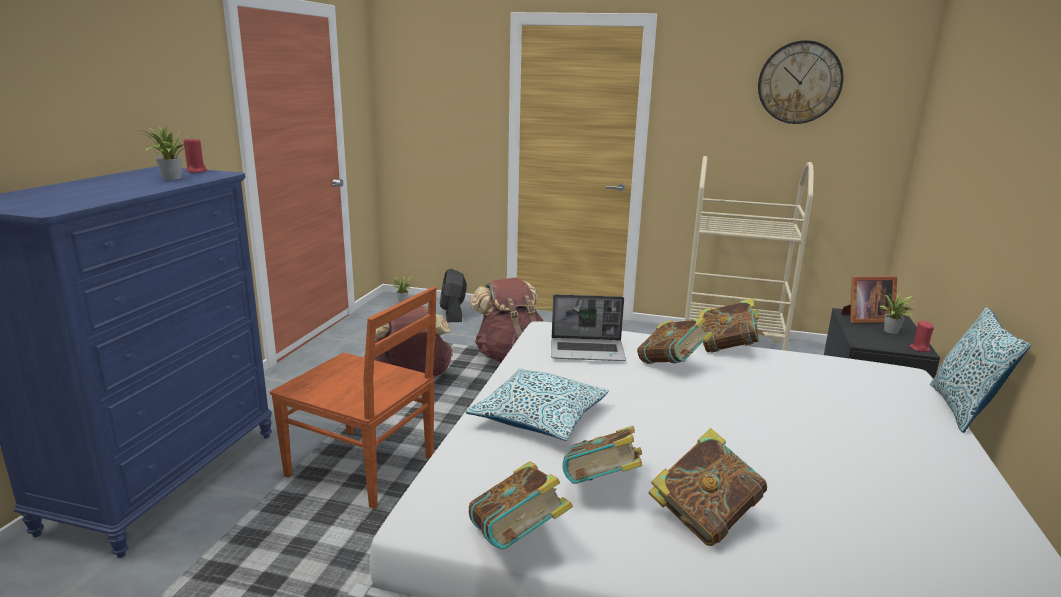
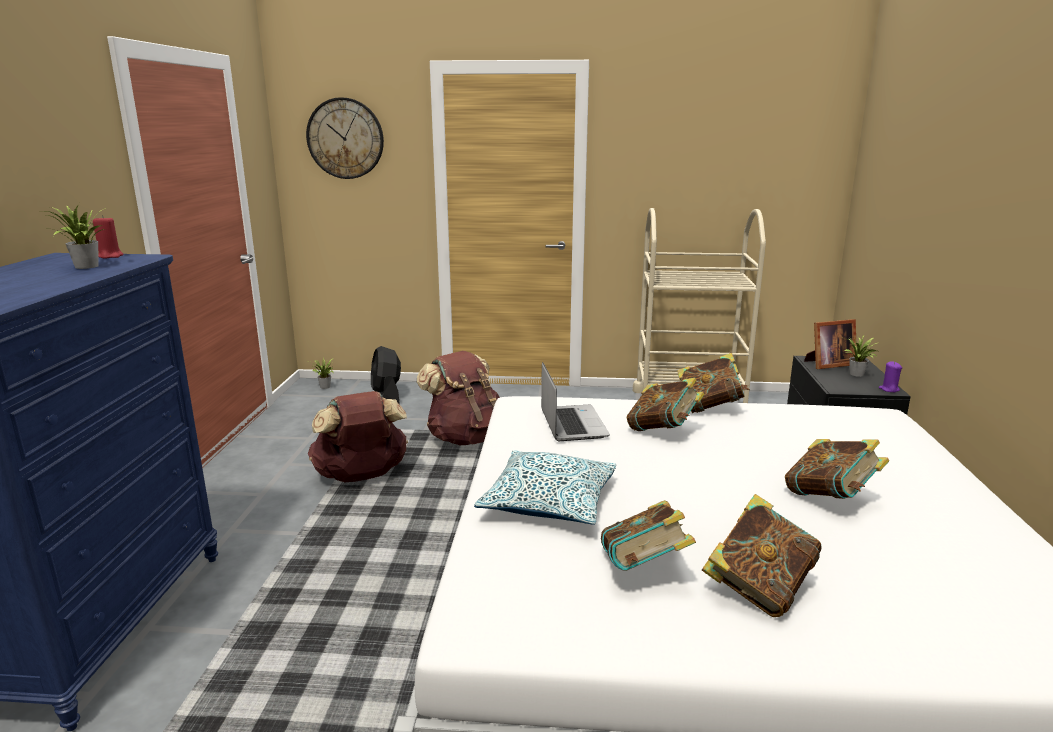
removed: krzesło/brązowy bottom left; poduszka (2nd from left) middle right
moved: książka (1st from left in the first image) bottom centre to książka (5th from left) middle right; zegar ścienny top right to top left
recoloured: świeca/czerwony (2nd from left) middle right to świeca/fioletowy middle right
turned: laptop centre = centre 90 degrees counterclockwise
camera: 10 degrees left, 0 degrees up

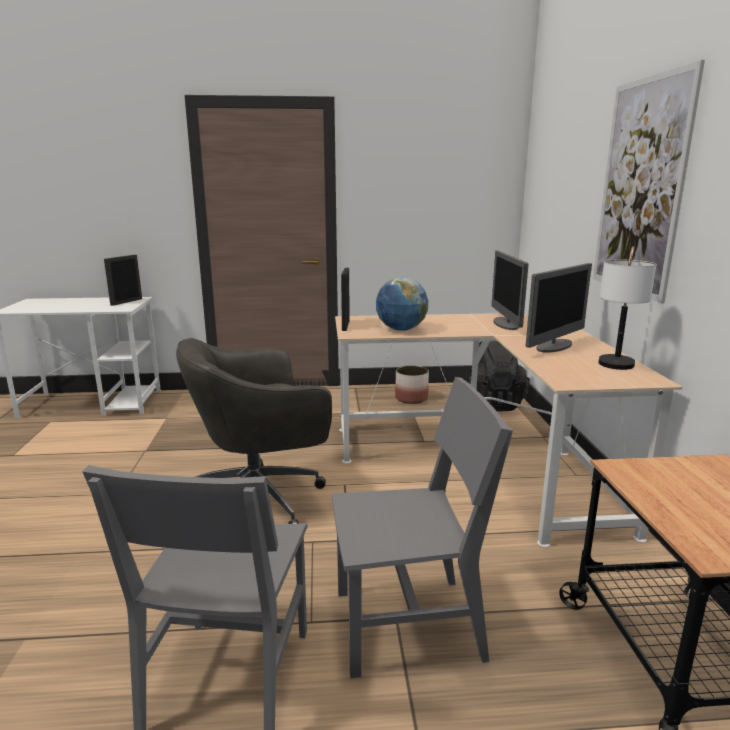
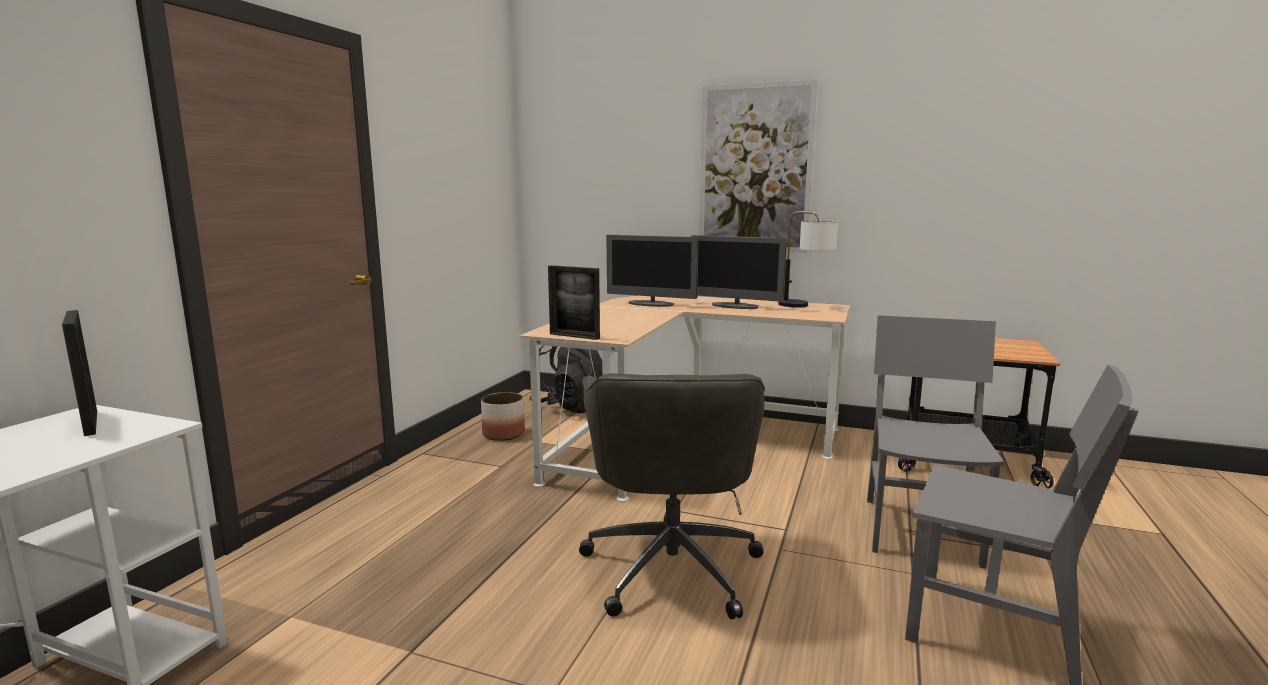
removed: globus centre
turned: monitor (2nd from left) middle right = centre 135 degrees clockwise
camera: 65 degrees left, 5 degrees down

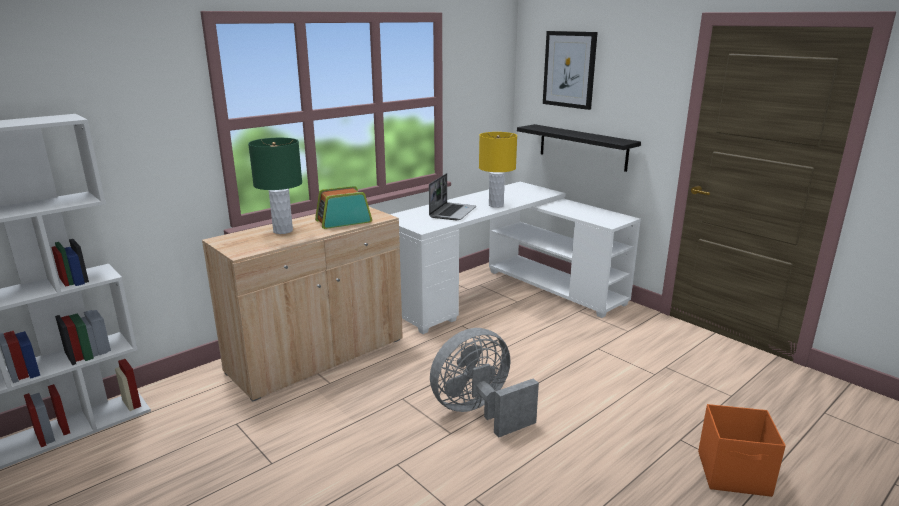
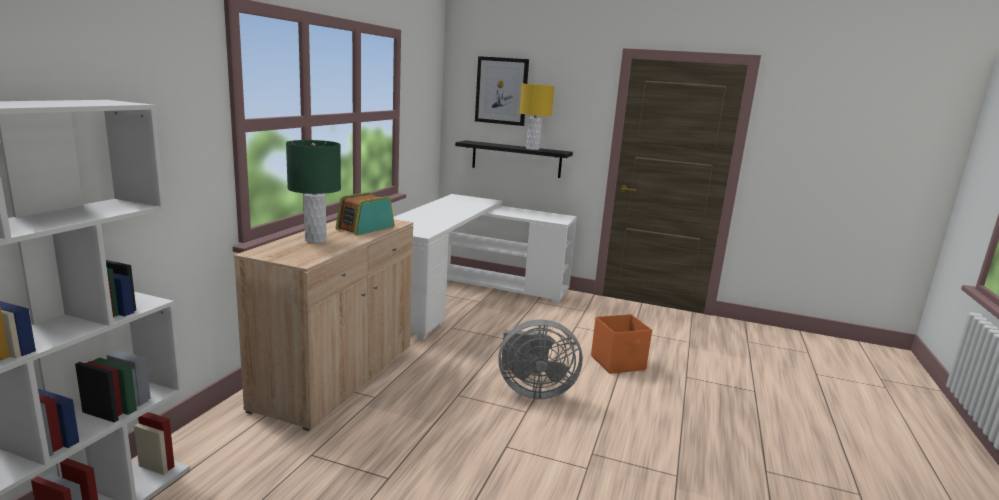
removed: laptop centre
moved: lampa stołowa/żółty centre to top centre; pojemnik do przechowywania/pomarańczowy bottom right to bottom centre
turned: wentylator/szary bottom centre = bottom centre 120 degrees counterclockwise
camera: 30 degrees left, 5 degrees down

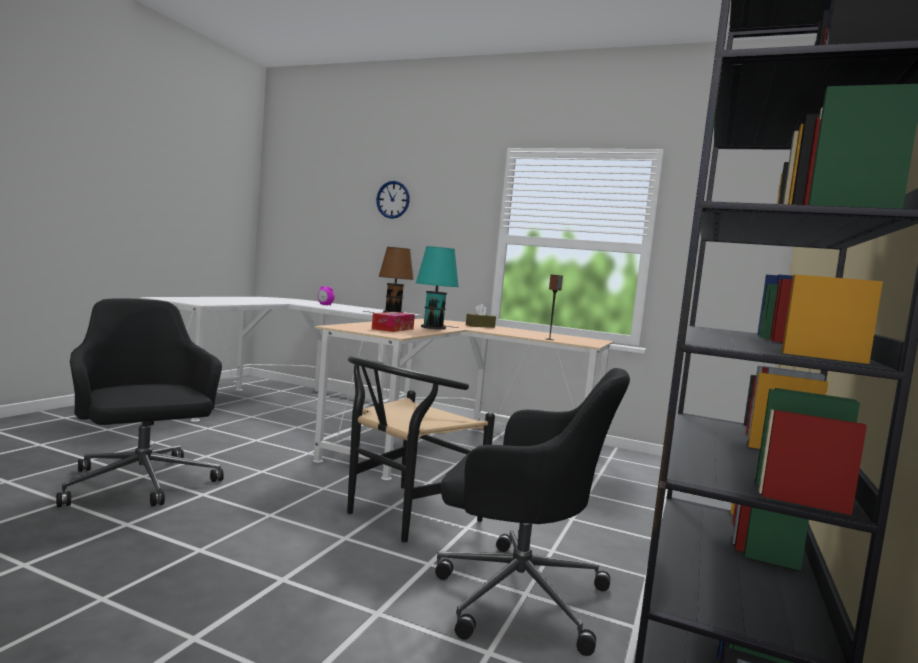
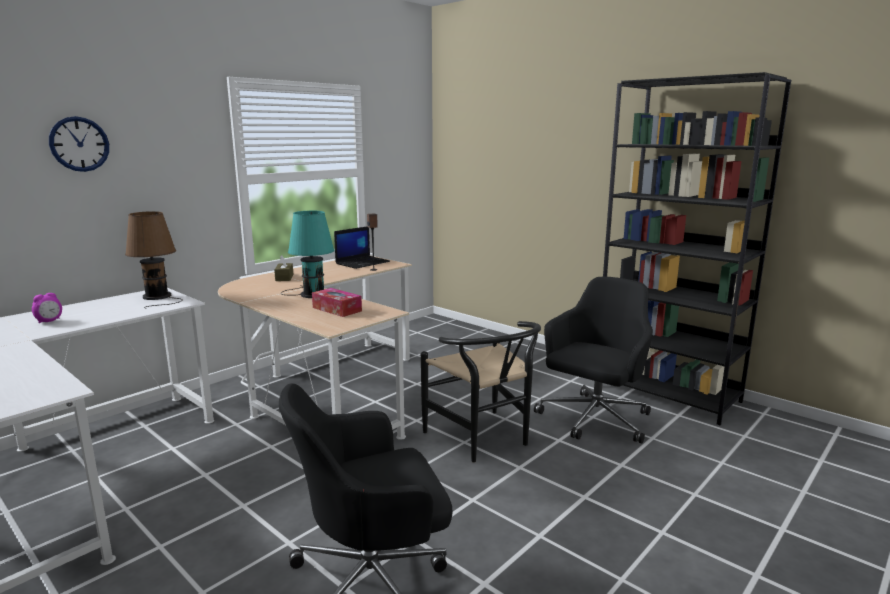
added: laptop centre
camera: 70 degrees left, 10 degrees up

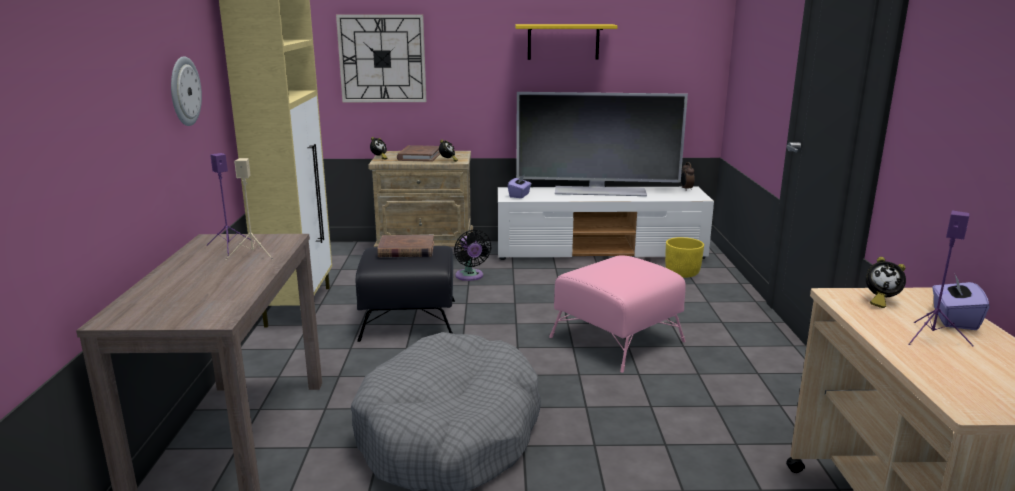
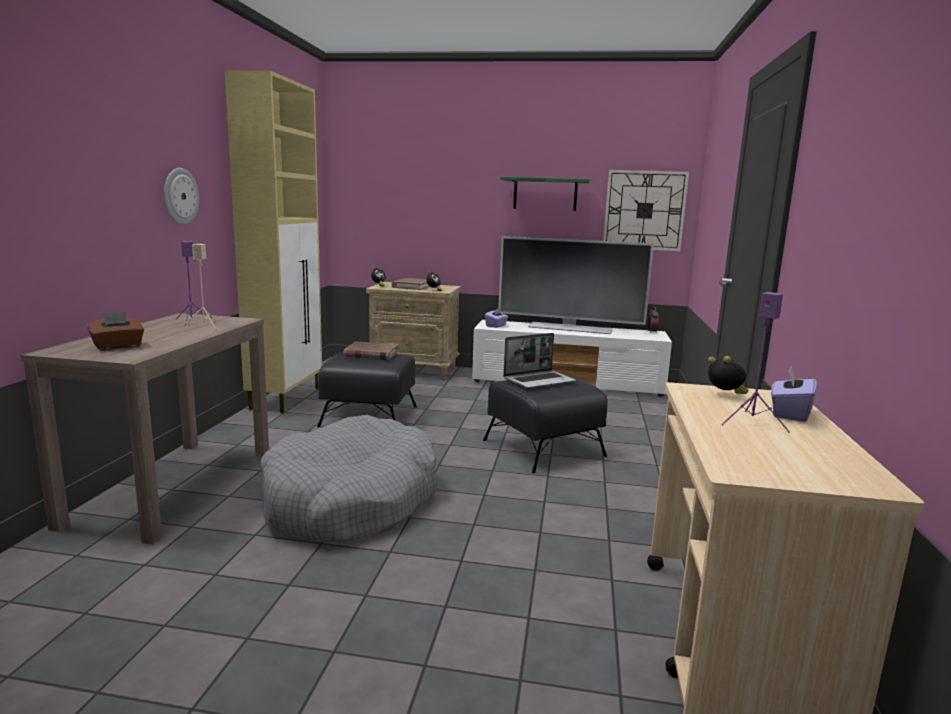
removed: wentylator/czarny centre; donica/żółty middle right
added: pudełko chusteczek/brązowy middle left; laptop centre
moved: zegar ścienny (2nd from left) top centre to top right
recoloured: półka/żółty top centre to półka/zielony top centre; pufa/różowy centre to pufa/czarny (2nd from left) centre
turned: budzik (4th from left) middle right = middle right 150 degrees counterclockwise
camera: 10 degrees right, 5 degrees down

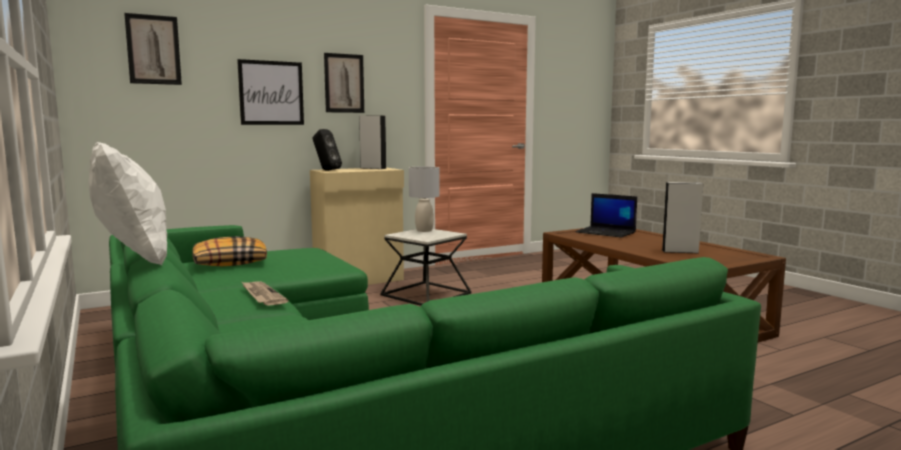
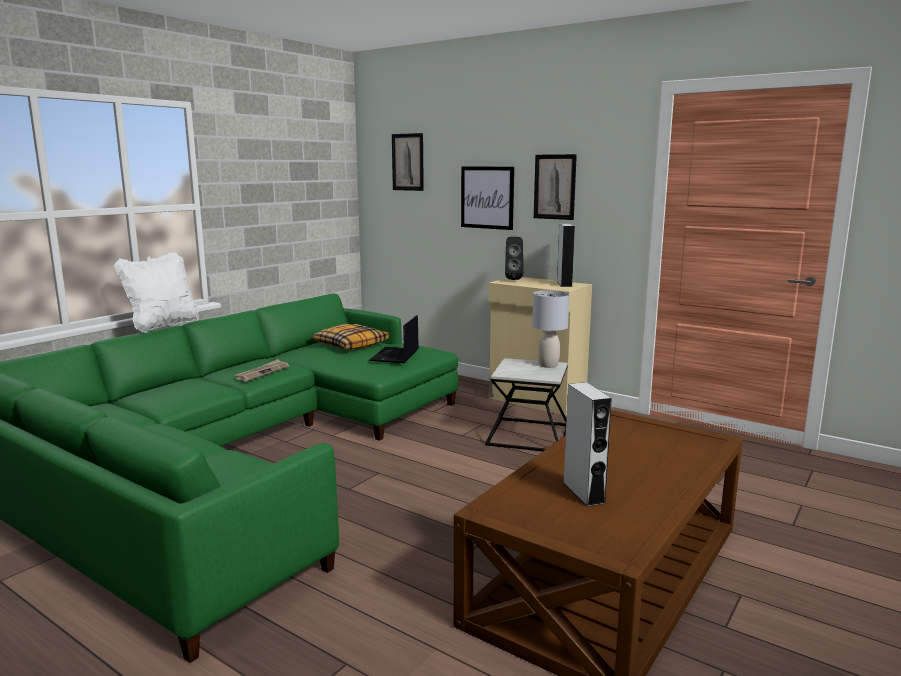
moved: laptop middle right to centre
camera: 65 degrees right, 5 degrees up

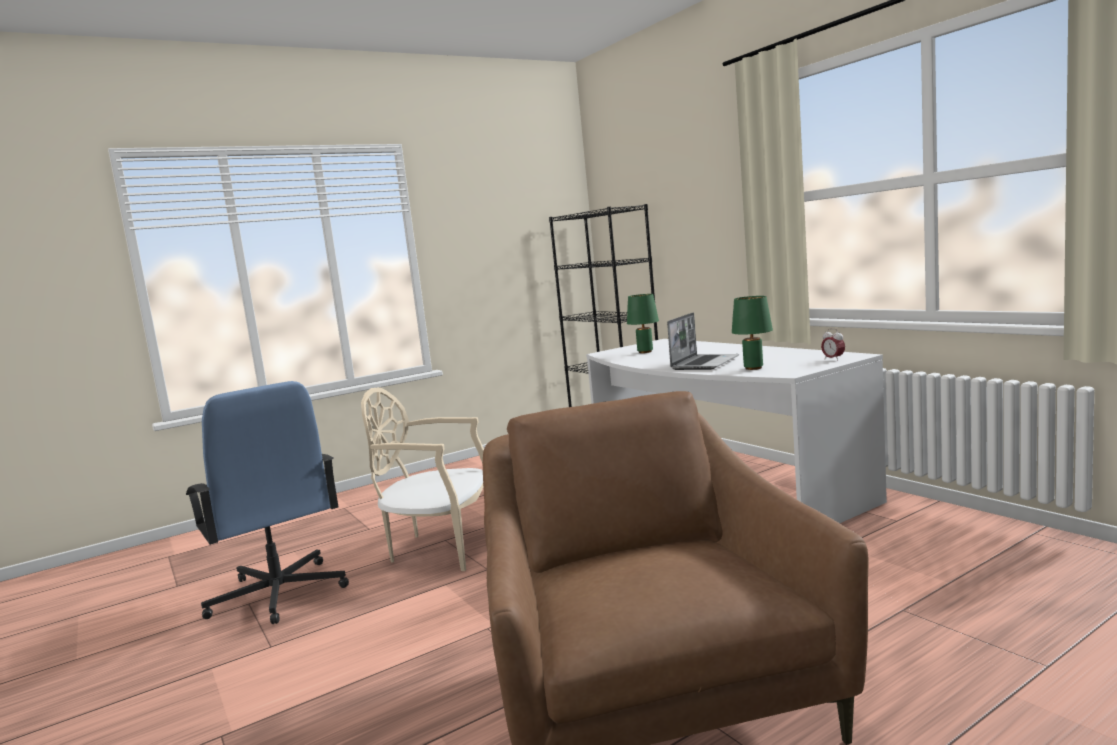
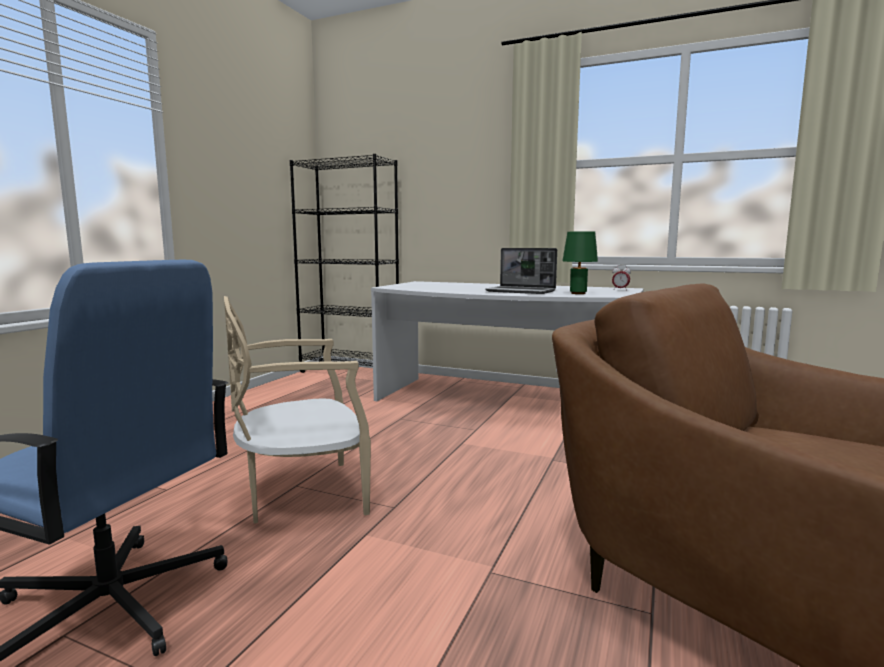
removed: lampa stołowa/zielony (1st from left) centre
turned: laptop centre = centre 120 degrees clockwise
camera: 35 degrees left, 0 degrees up

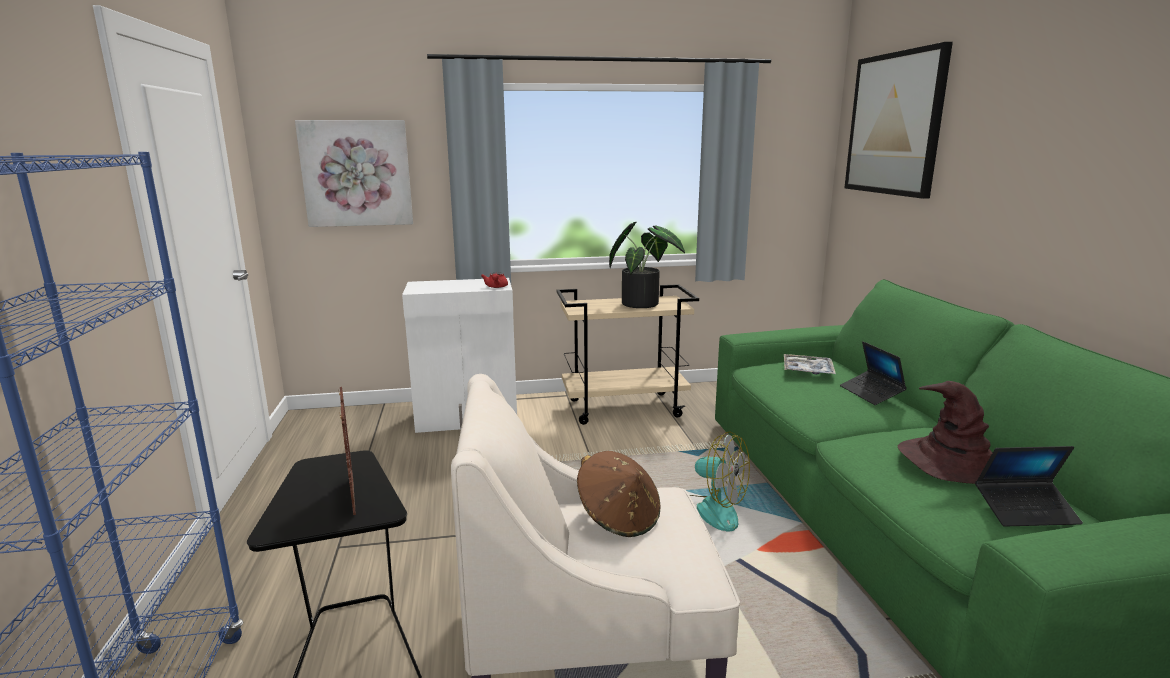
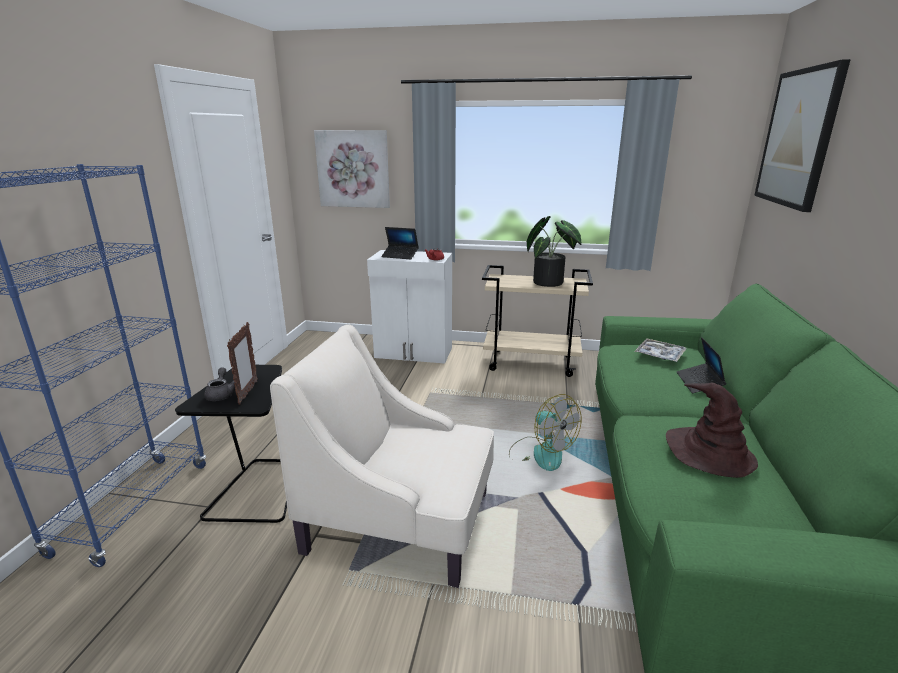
removed: kapelusz/brązowy (1st from left) bottom centre
added: imbryk/szary middle left
moved: laptop (2nd from left in the first image) bottom right to laptop (1st from left) centre
camera: 20 degrees right, 5 degrees up

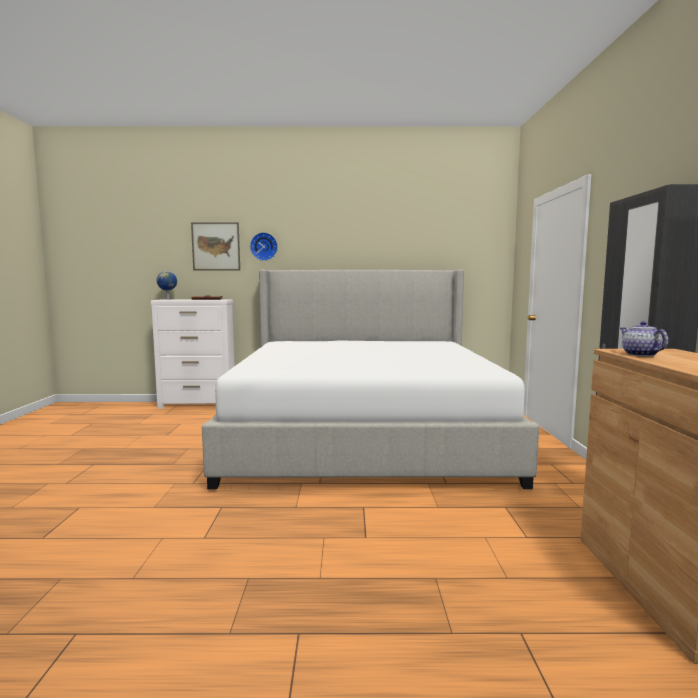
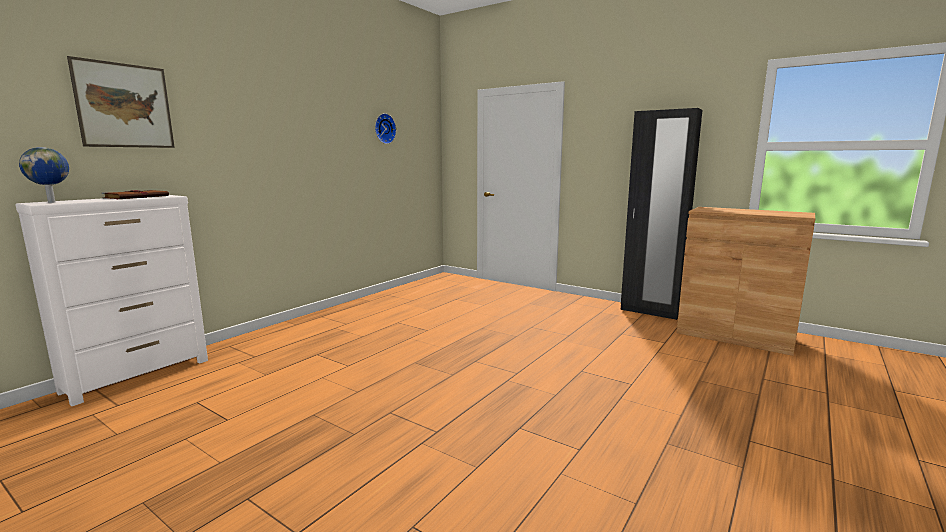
removed: łóżko centre; imbryk middle right
moved: zegar ścienny centre to top centre
camera: 55 degrees left, 5 degrees up

